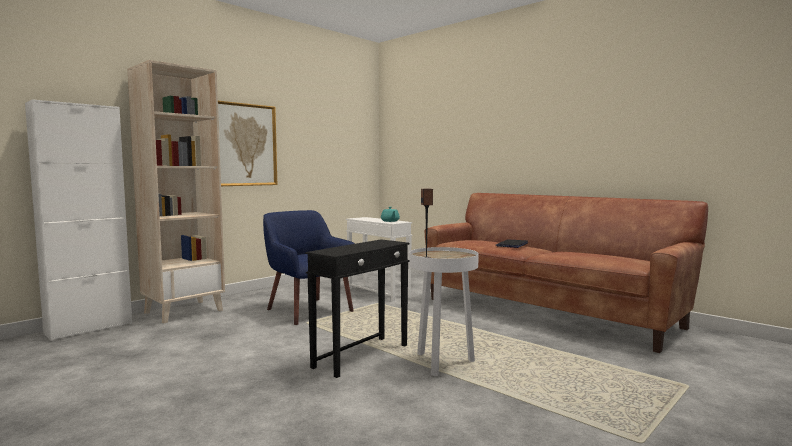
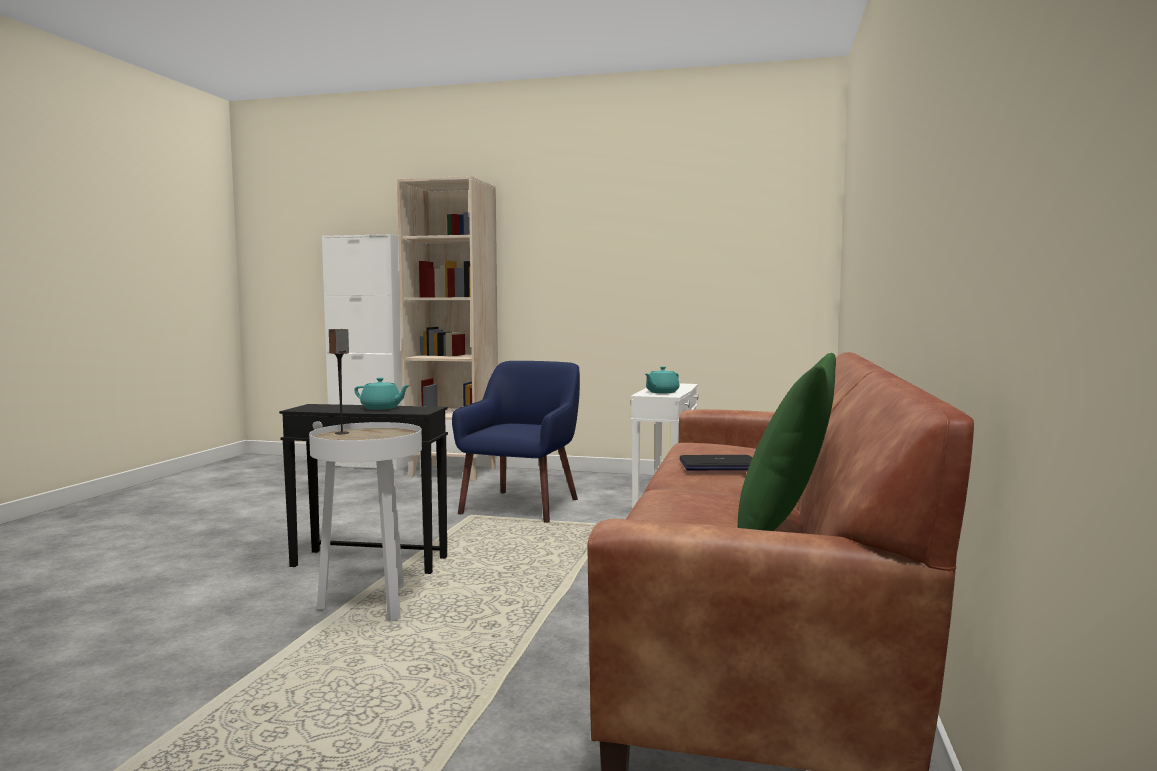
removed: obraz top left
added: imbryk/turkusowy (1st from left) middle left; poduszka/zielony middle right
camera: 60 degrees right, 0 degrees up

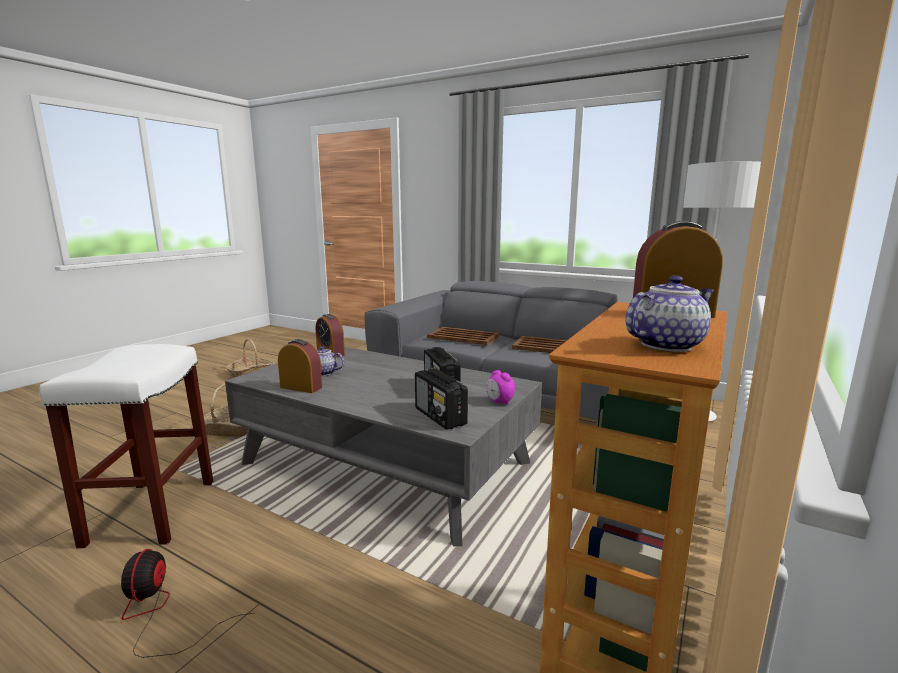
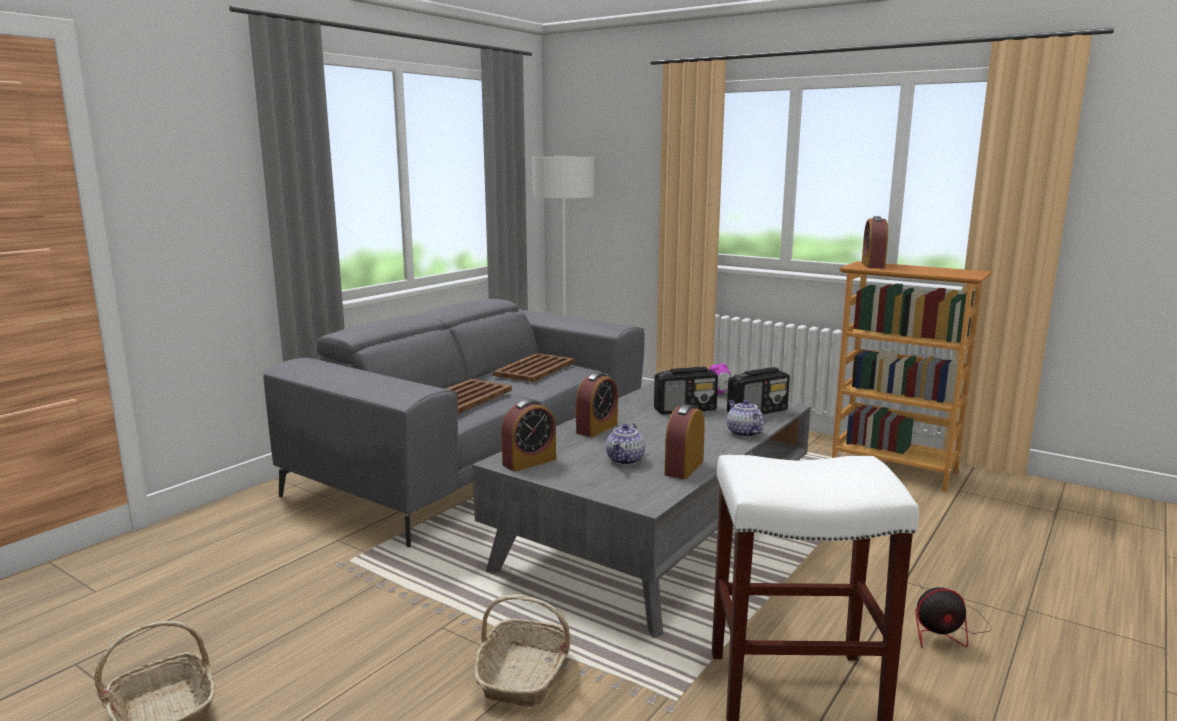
added: budzik (2nd from left) centre
moved: imbryk (2nd from left) middle right to centre
camera: 85 degrees left, 0 degrees up

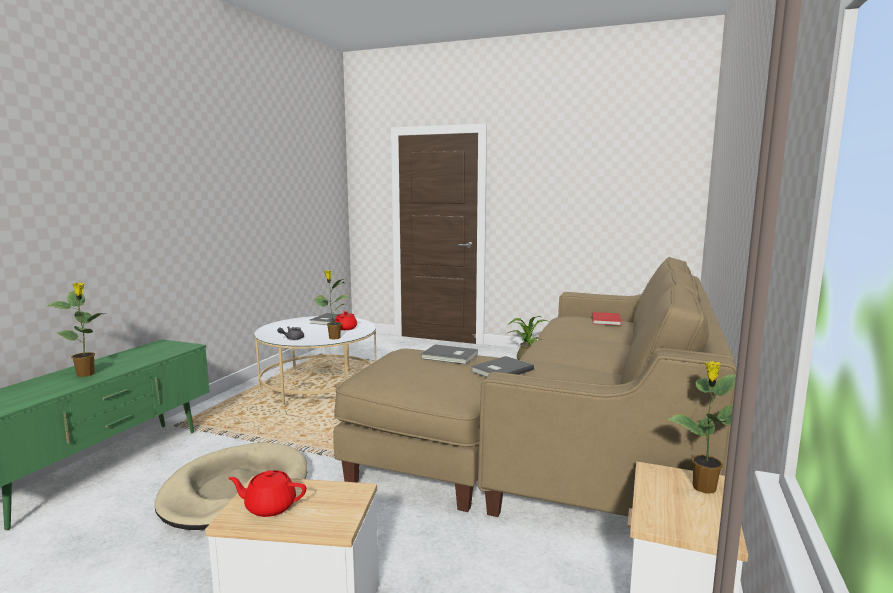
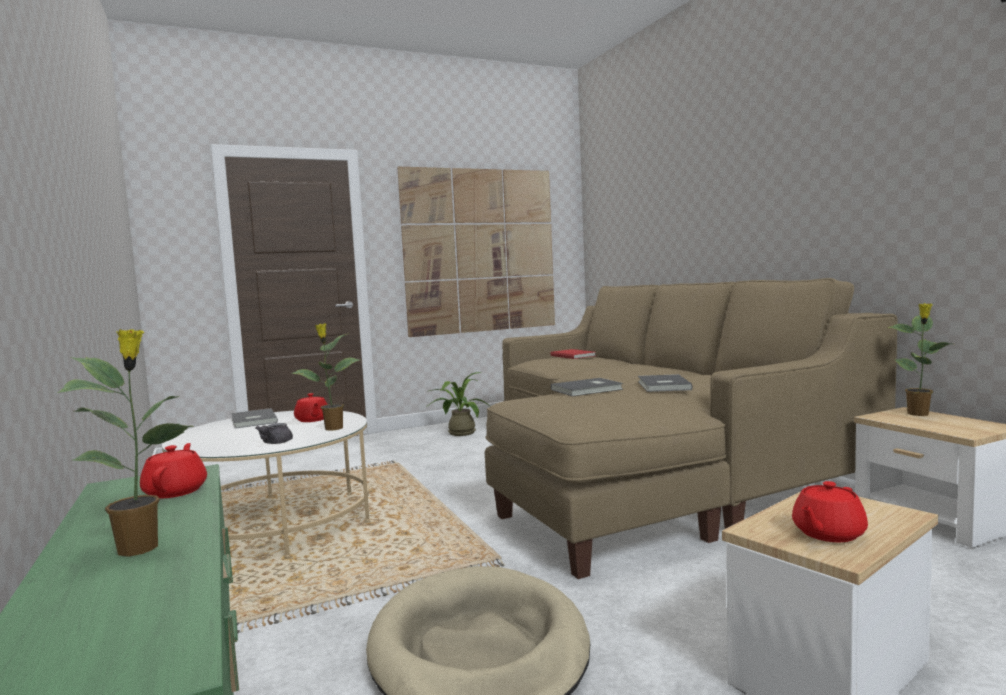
added: imbryk/czerwony (1st from left) bottom left; obraz centre
camera: 45 degrees left, 5 degrees down

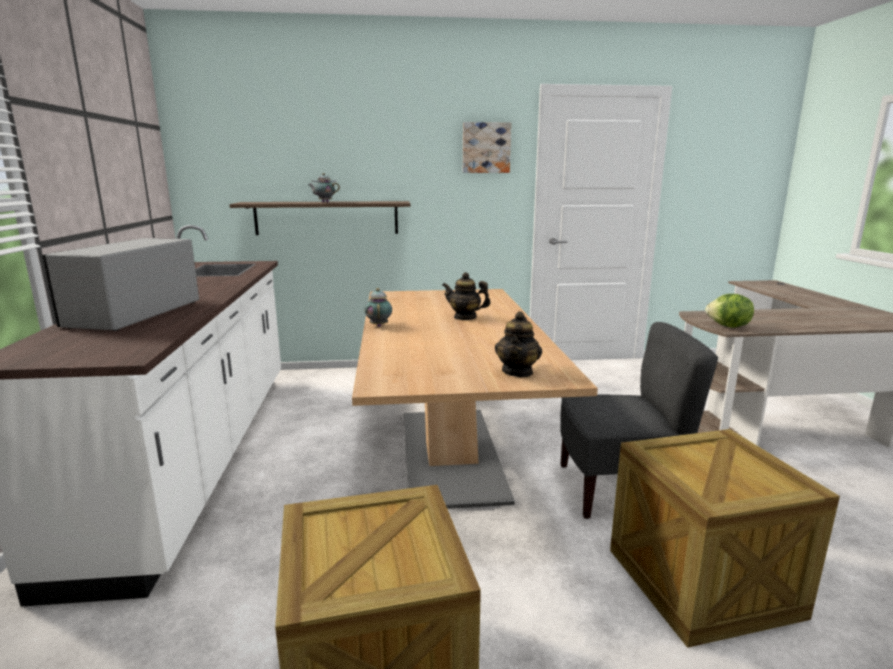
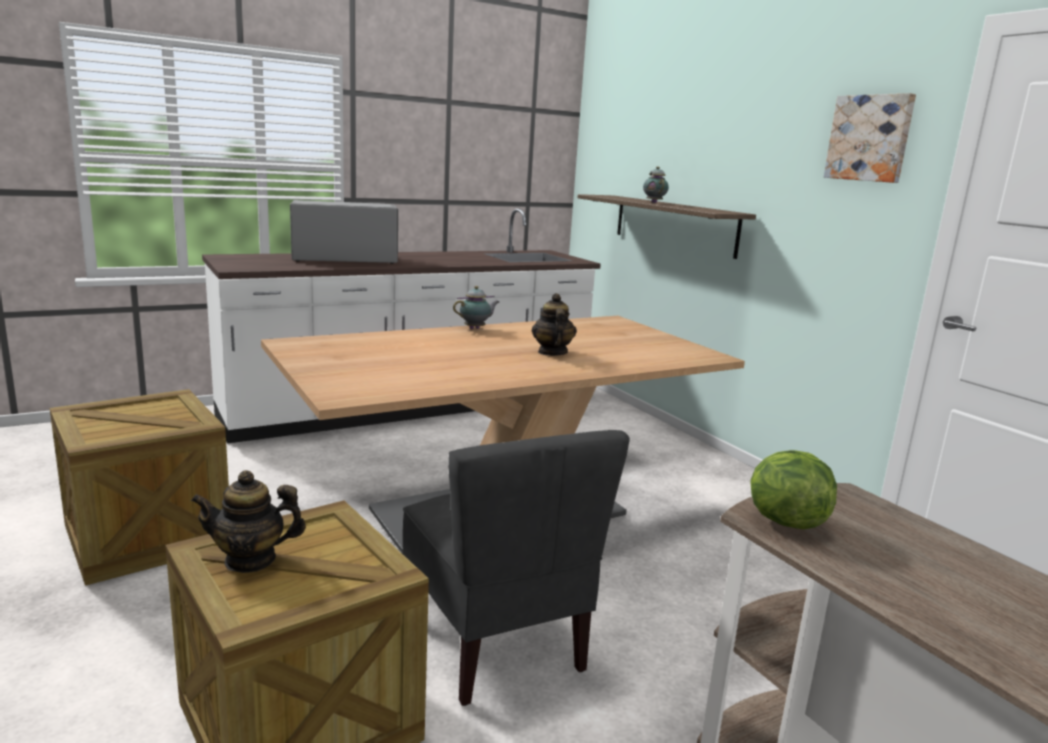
moved: imbryk (4th from left in the first image) centre to imbryk (1st from left) bottom left
camera: 65 degrees right, 0 degrees up

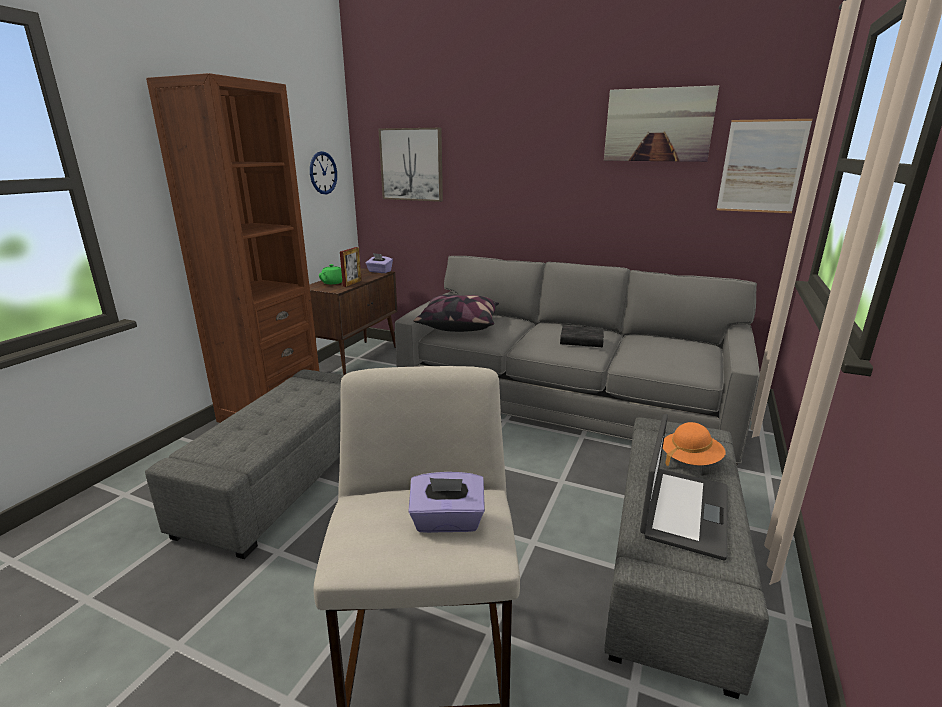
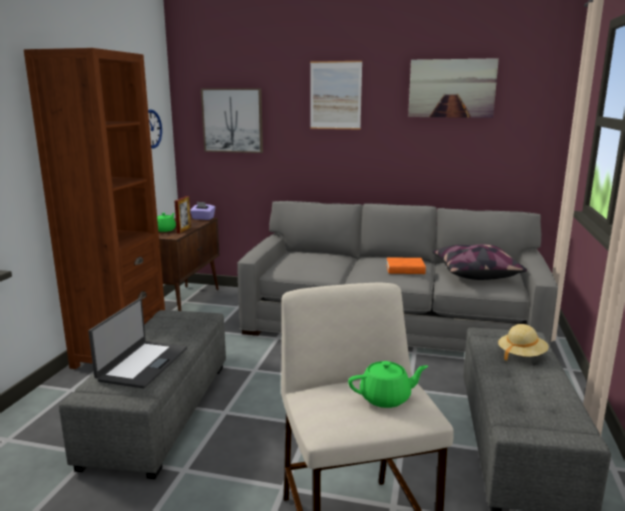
moved: poduszka centre to middle right; laptop bottom right to bottom left; obraz (3rd from left in the first image) top right to obraz (2nd from left) top centre
replaced: pudełko chusteczek/fioletowy (2nd from left) bottom centre to imbryk/zielony (2nd from left) bottom centre
recoloured: książka/czarny centre to książka/pomarańczowy centre; kapelusz/pomarańczowy middle right to kapelusz/beżowy bottom right
camera: 10 degrees left, 5 degrees down

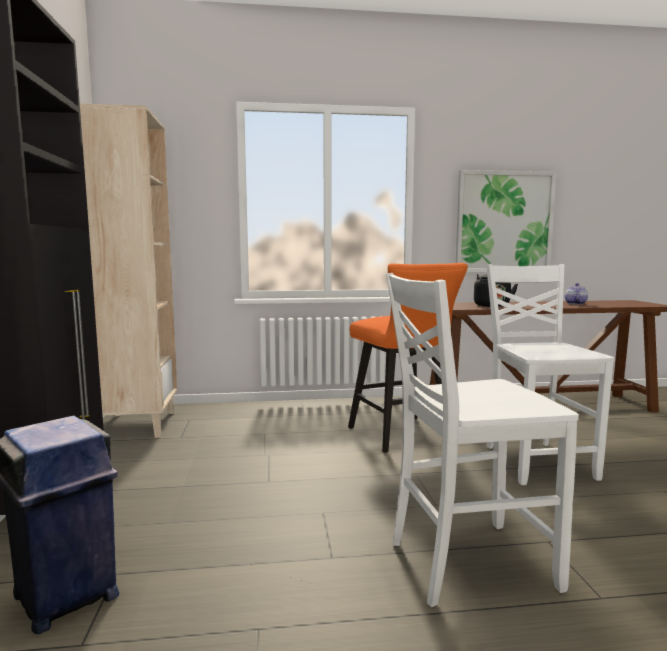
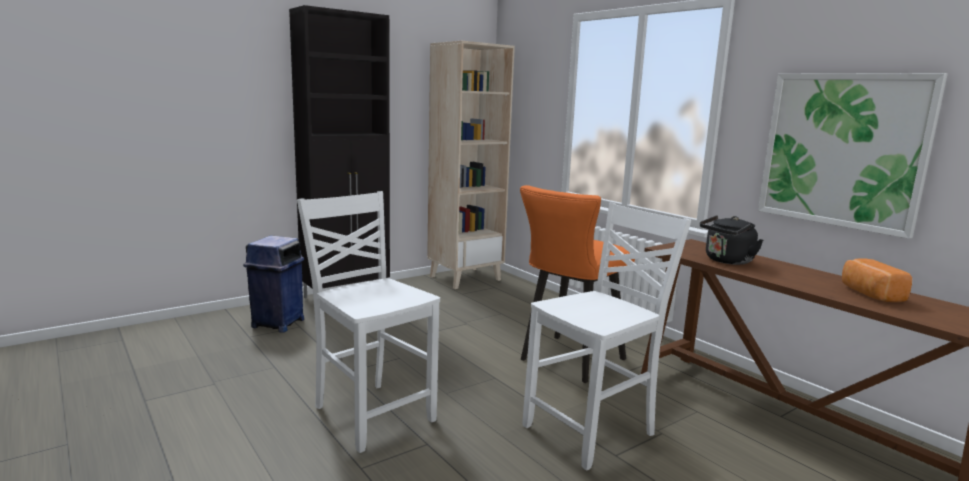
replaced: imbryk middle right to chleb middle right
camera: 60 degrees right, 5 degrees up

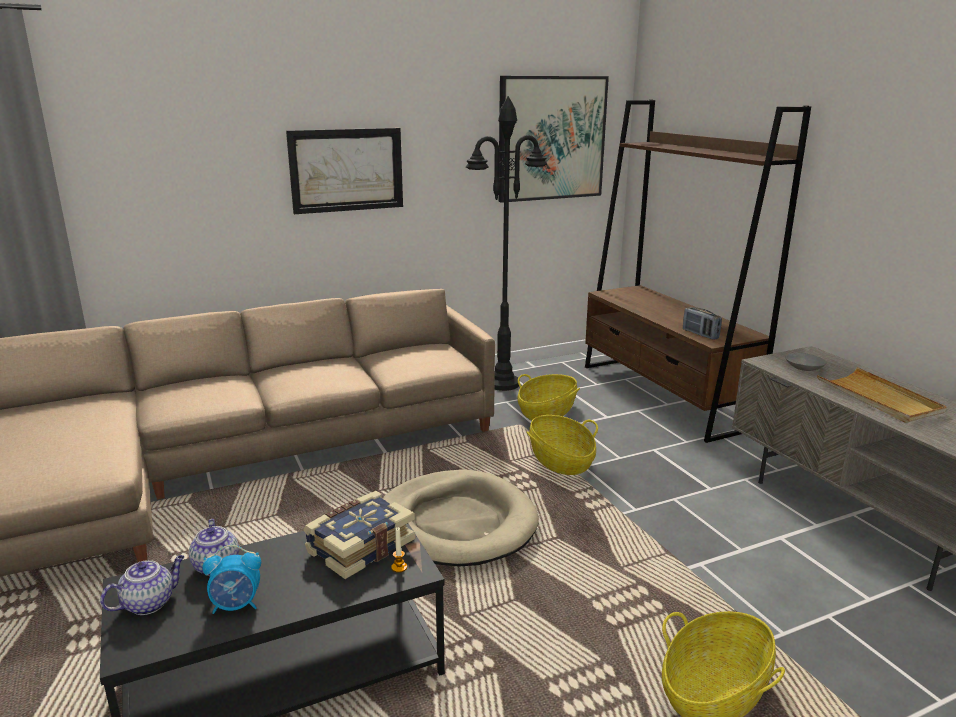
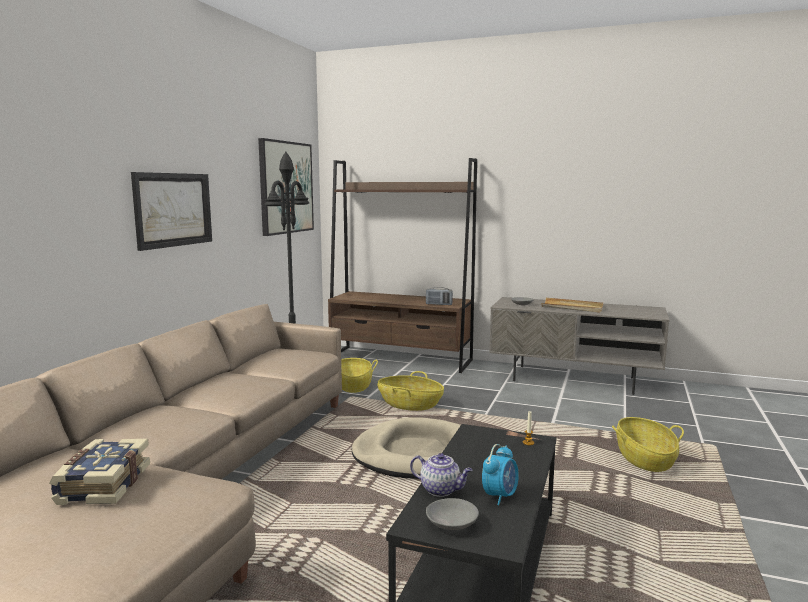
moved: książka bottom centre to bottom left
replaced: imbryk (1st from left) bottom left to miska/szary (1st from left) bottom centre
camera: 45 degrees left, 10 degrees down

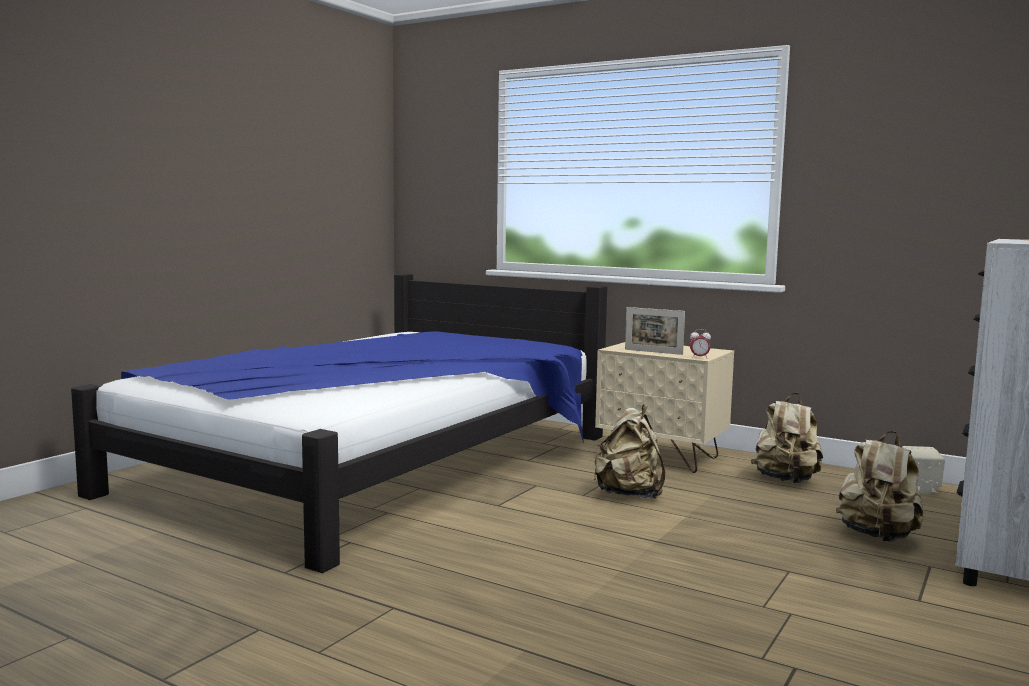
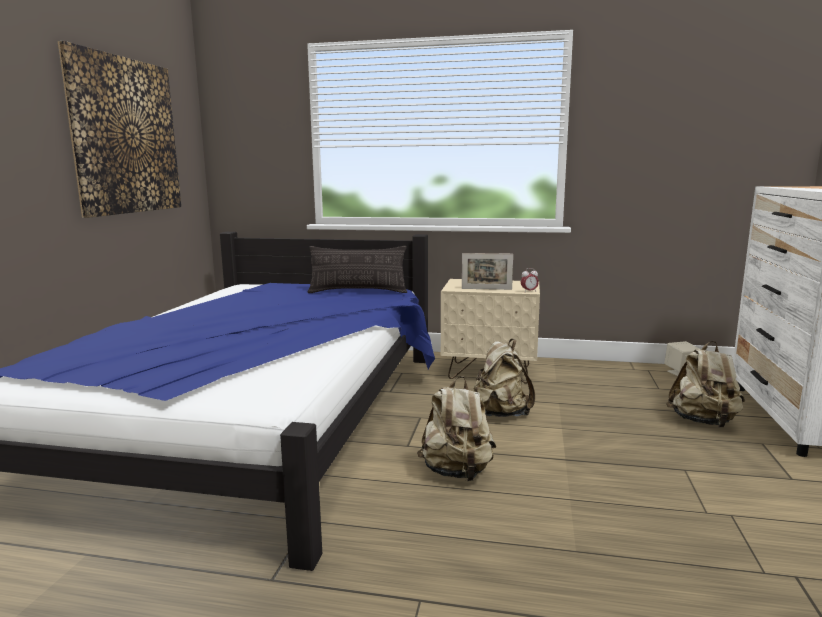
added: obraz top left; poduszka centre
moved: plecak/beżowy (2nd from left in the first image) middle right to plecak/beżowy (1st from left) bottom centre
camera: 20 degrees left, 5 degrees up

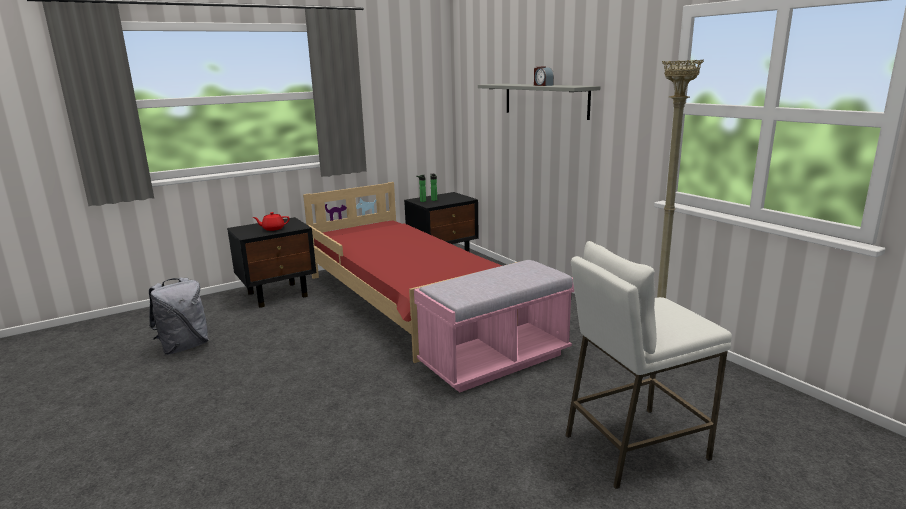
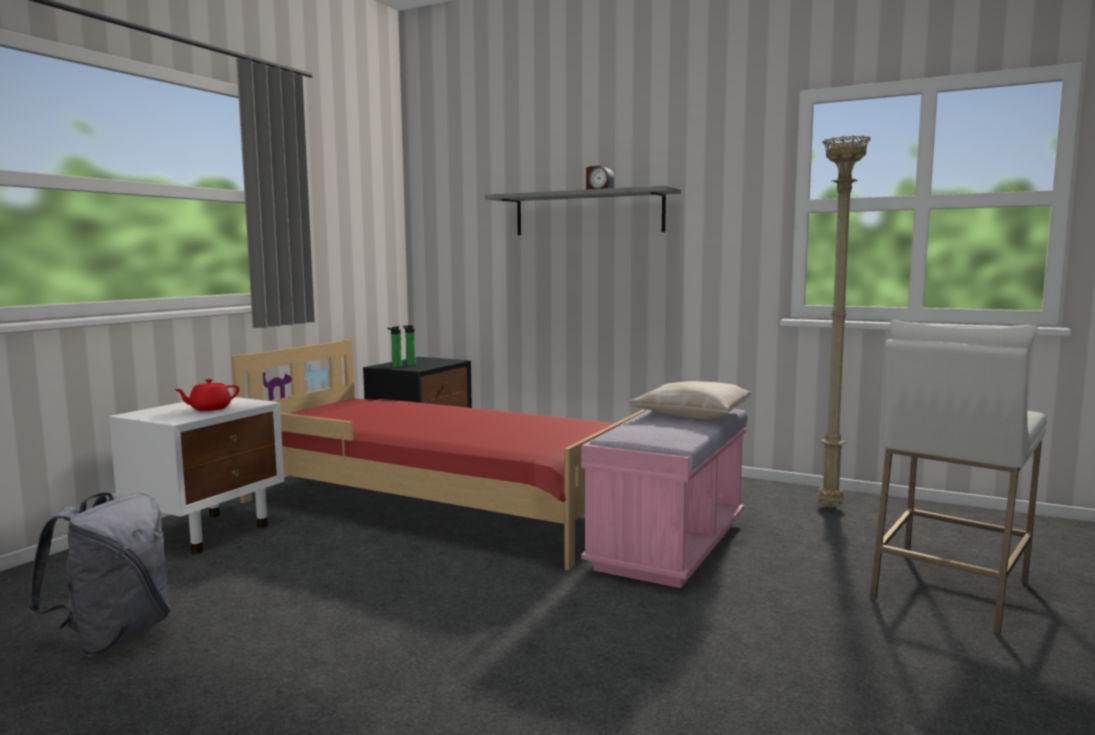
added: poduszka/beżowy centre
recoloured: szafka nocna/czarny (1st from left) middle left to szafka nocna/biały middle left
camera: 30 degrees left, 10 degrees down

